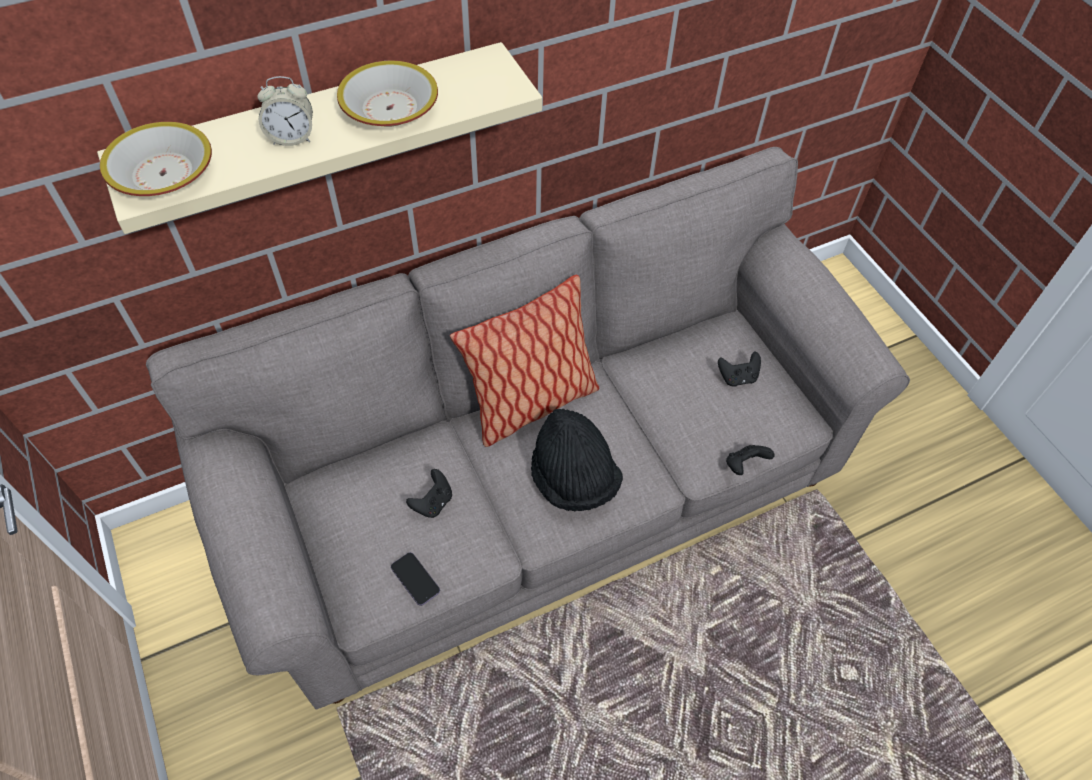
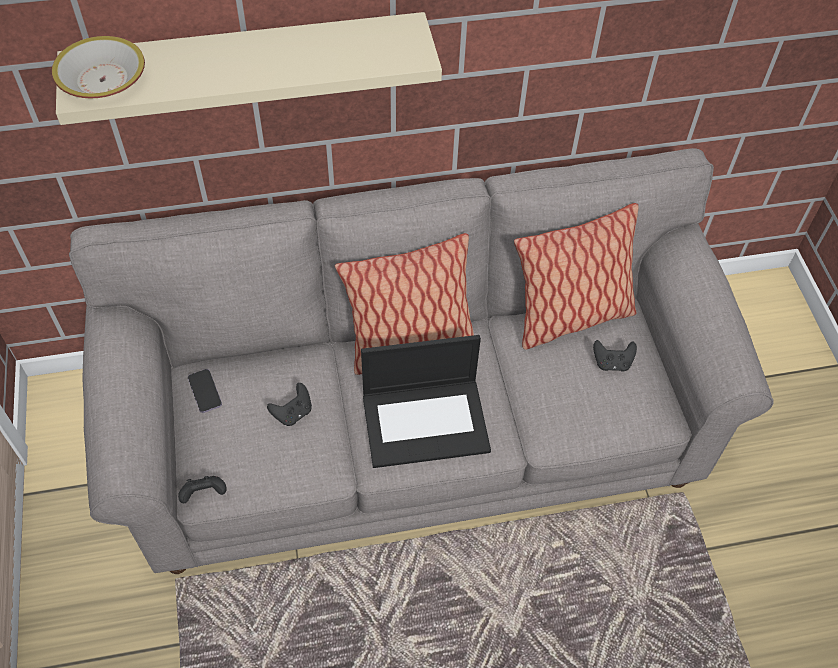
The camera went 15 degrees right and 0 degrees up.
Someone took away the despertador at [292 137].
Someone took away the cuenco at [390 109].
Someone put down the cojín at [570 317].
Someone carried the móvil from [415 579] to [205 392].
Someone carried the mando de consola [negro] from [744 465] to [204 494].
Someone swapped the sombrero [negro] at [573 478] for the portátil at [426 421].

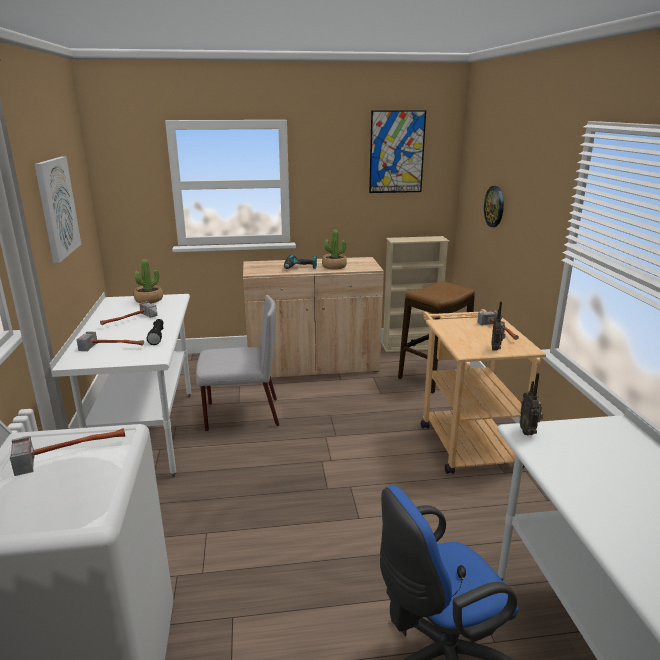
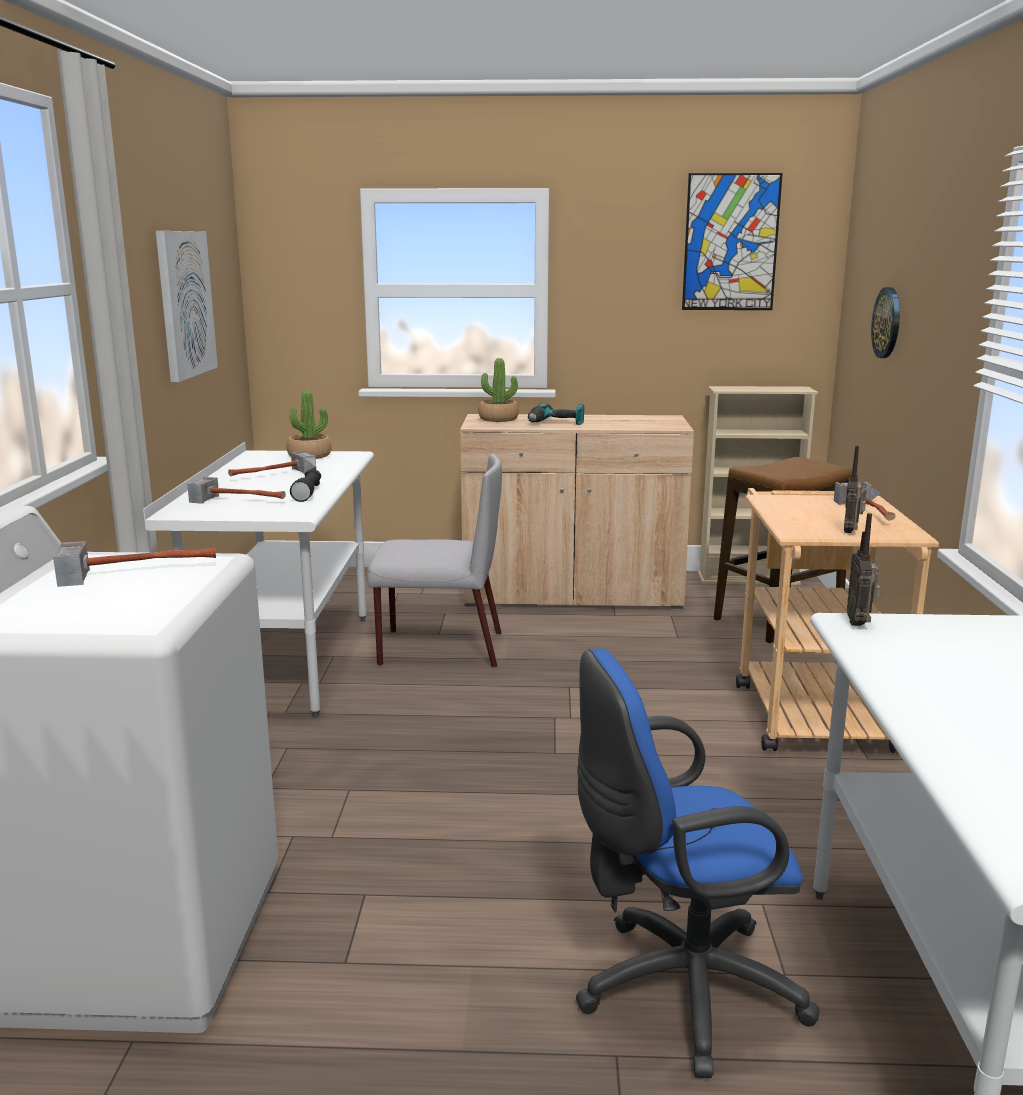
The camera went 10 degrees right and 5 degrees down.
Someone carried the planta en maceta from [334 266] to [498 419].

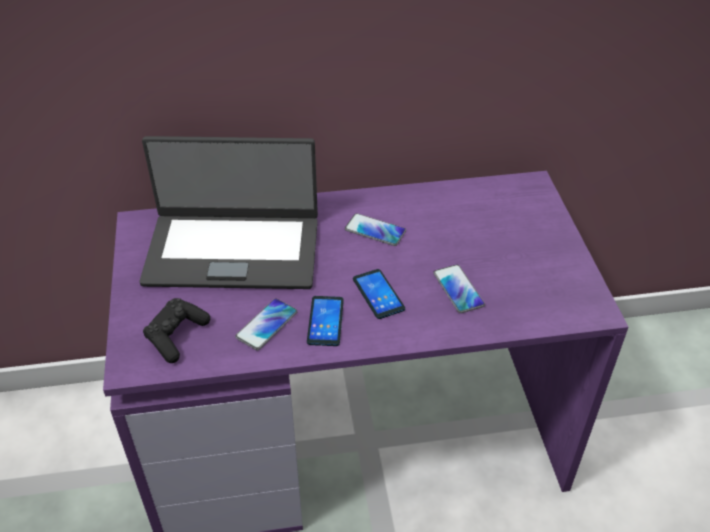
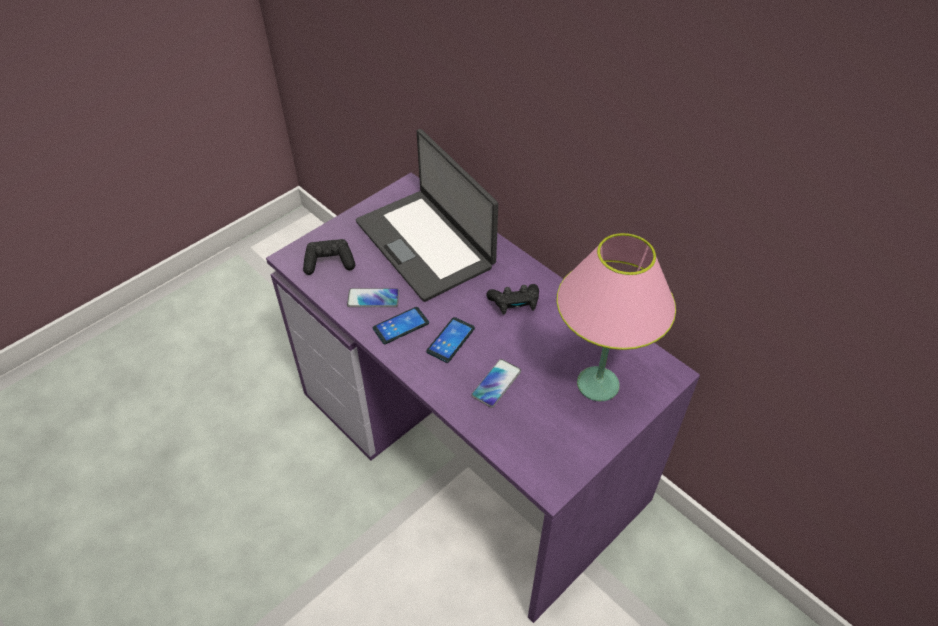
The camera went 55 degrees right and 5 degrees up.
Someone put down the lámpara de mesa [rosa] at [598 384].
Someone swapped the móvil at [375 230] for the mando de consola [negro] at [514 304].

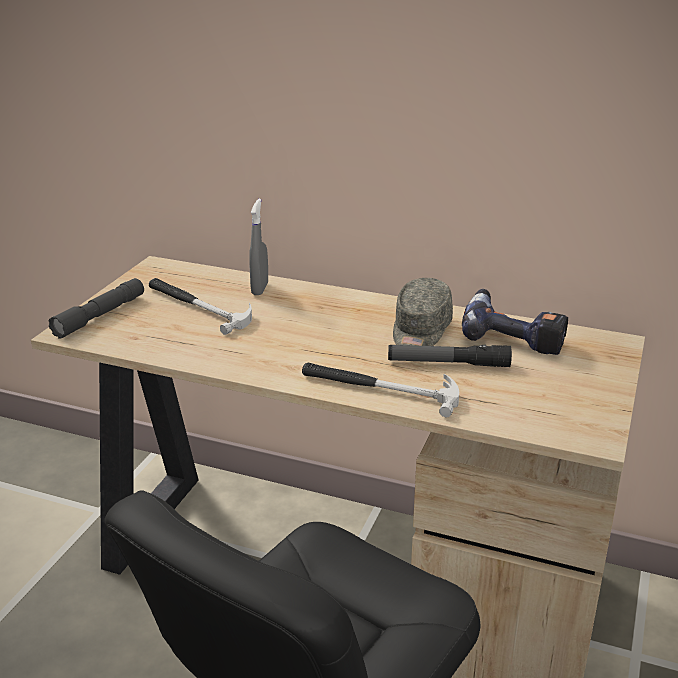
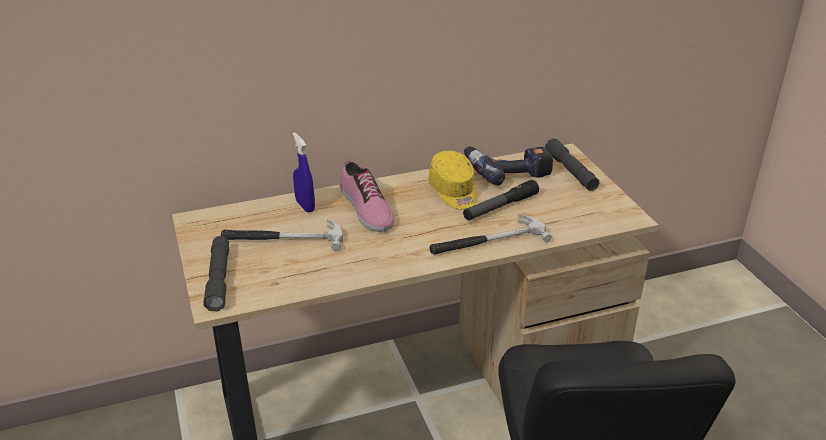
The camera went 40 degrees left and 5 degrees up.
Someone put down the zapato at [365 208].
Someone put down the linterna [gris] at [570 171].
Someone repainted the pulverizador [gris] at [260 289], which became the pulverizador [azul] at [305 206].
Someone repainted the gorra [gris] at [420 331], which became the gorra [amarillo] at [454 192].

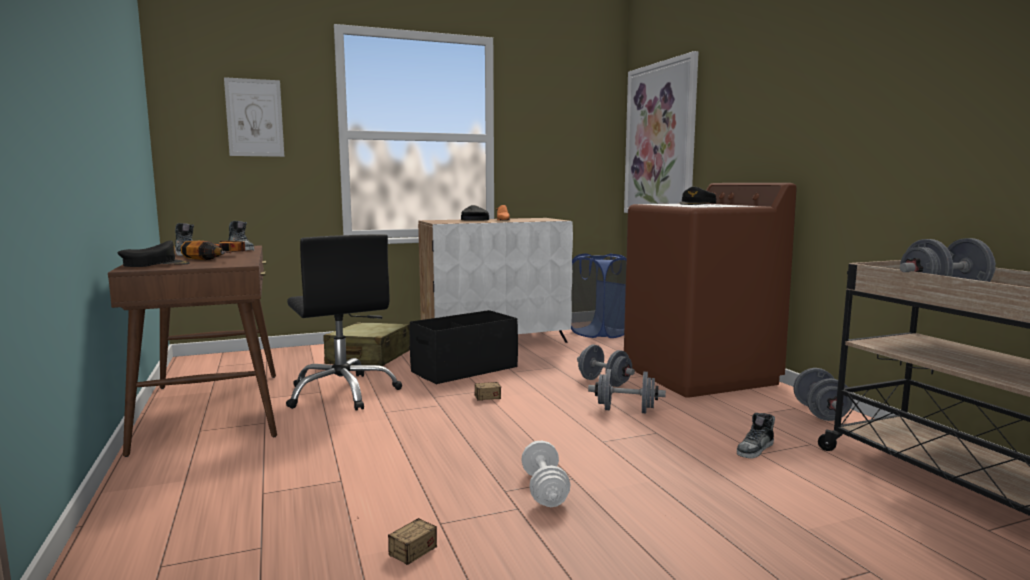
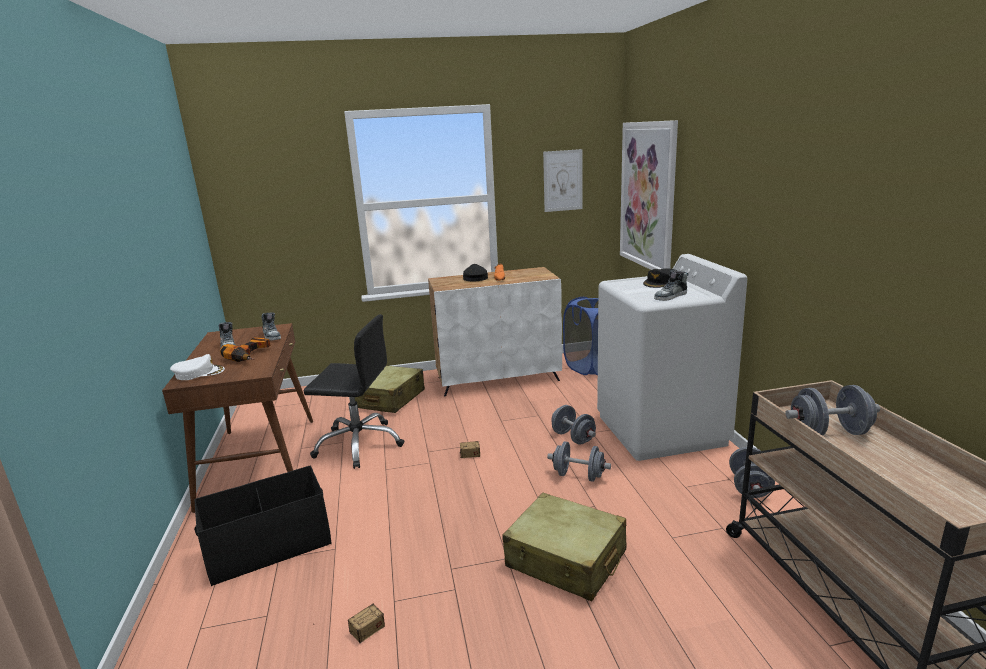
The camera went 10 degrees right and 10 degrees up.
Someone took away the mancuerna [blanco] at [544 490].
Someone put down the maleta [beis] at [566 559].
Someone carried the cuadro from [254 118] to [563 180].
Someone carried the caja de almacenaje [negro] from [464 369] to [269 546].
Someone carried the zapato from [755 449] to [670 296].
Someone repainted the gorra [negro] at [155 264], which became the gorra [blanco] at [199 373].
Someone repainted the lavadora [marrón] at [699 375], which became the lavadora [blanco] at [661 430].
Someone rotated the silla de oficina [negro] at [343 393] by 60 degrees counterclockwise.

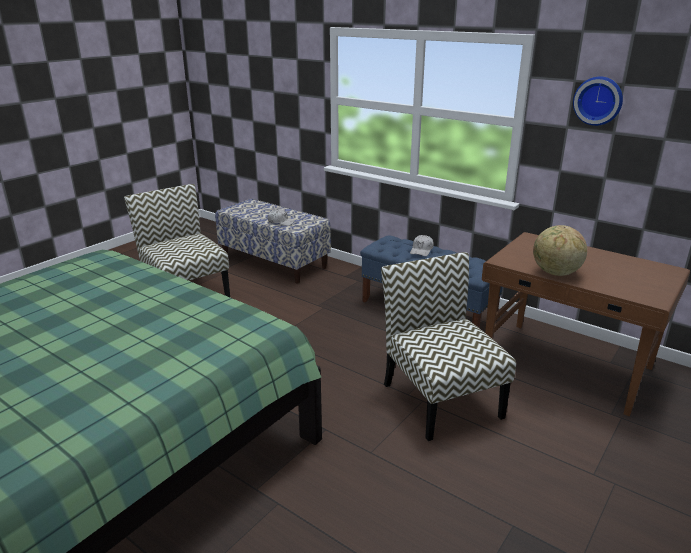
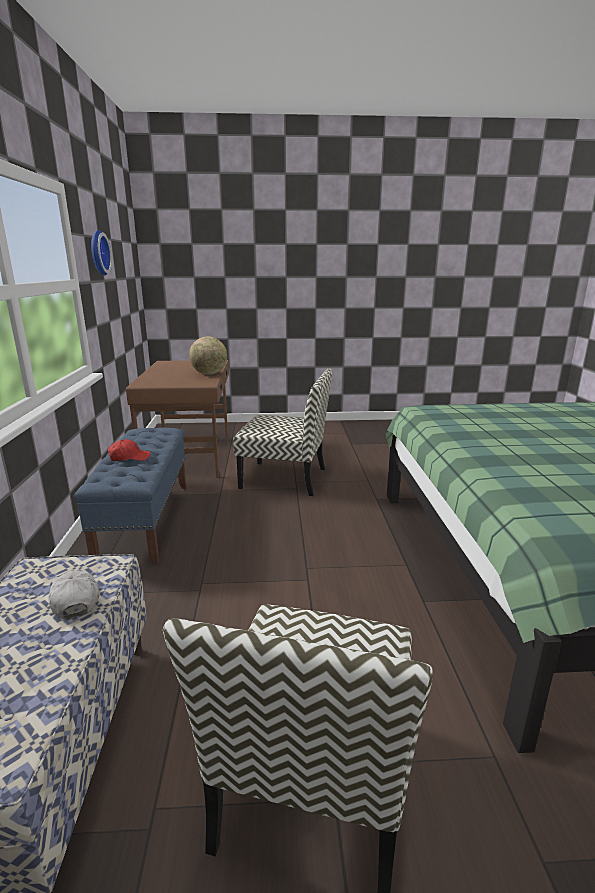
The camera went 130 degrees left and 5 degrees down.
Someone repainted the gorra [blanco] at [421 250], which became the gorra [rojo] at [129 457].
Someone rotated the silla at [440 399] by 105 degrees counterclockwise.

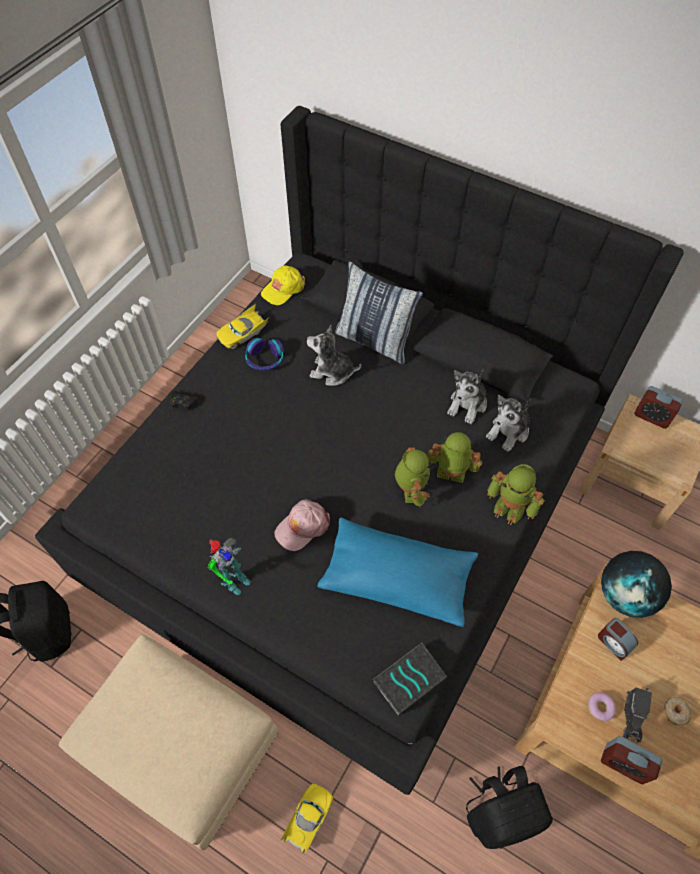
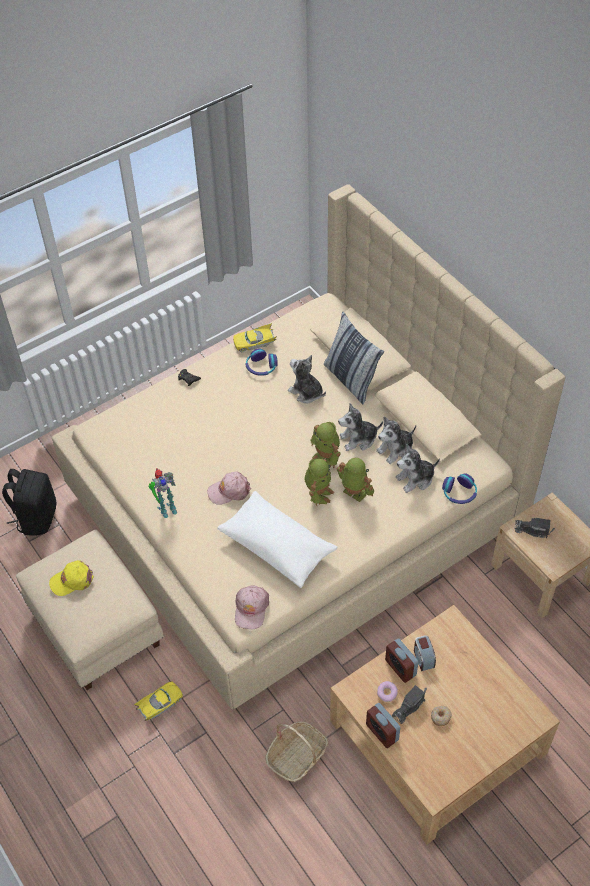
The camera went 25 degrees right and 5 degrees down.
Someone took away the globo terráqueo at [625 595].
Someone put down the peluche at [358 439].
Someone put down the auriculares at [459 493].
Someone put down the camión de juguete at [533 530].
Someone carried the gorra [amarillo] from [283 289] to [72 580].
Someone carried the robot de juguete from [511 506] to [326 458].
Someone carried the despertador from [652 417] to [400 667].
Someone swapped the libro at [409 678] for the gorra [rosa] at [251 609].
Someone swapped the mochila [negro] at [500 812] for the cesta at [297 756].
Someone repainted the cama [negro] at [351 503], which became the cama [beis] at [297 508].
Someone repainted the cojín [azul] at [397 578], which became the cojín [blanco] at [277 546].

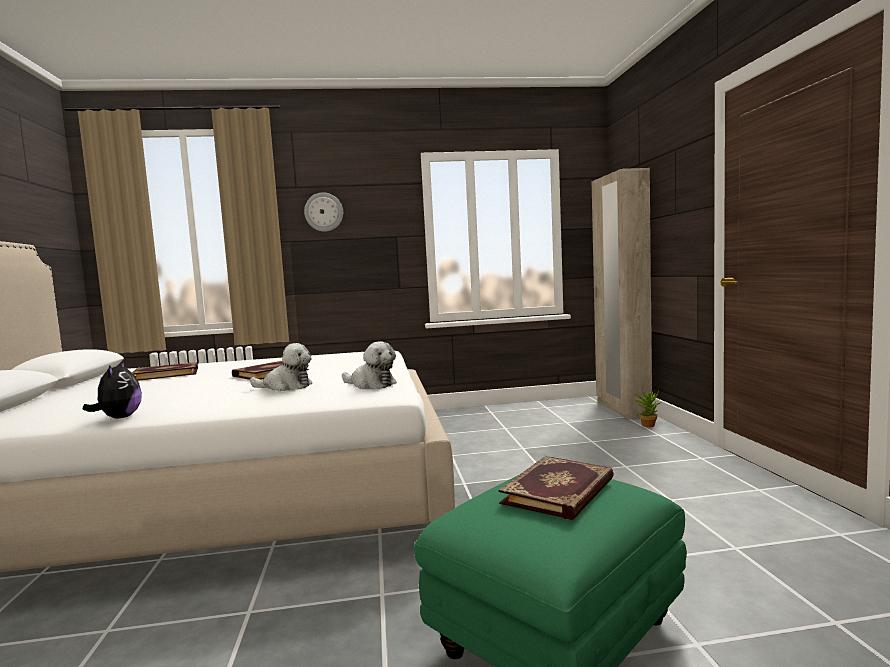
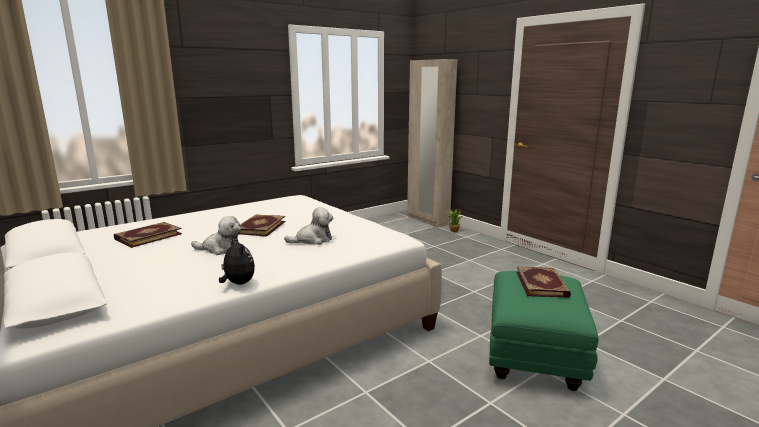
The camera went 30 degrees left and 10 degrees up.
Someone took away the reloj de pared at [324 212].
Someone carried the peluche from [371 384] to [221 249].

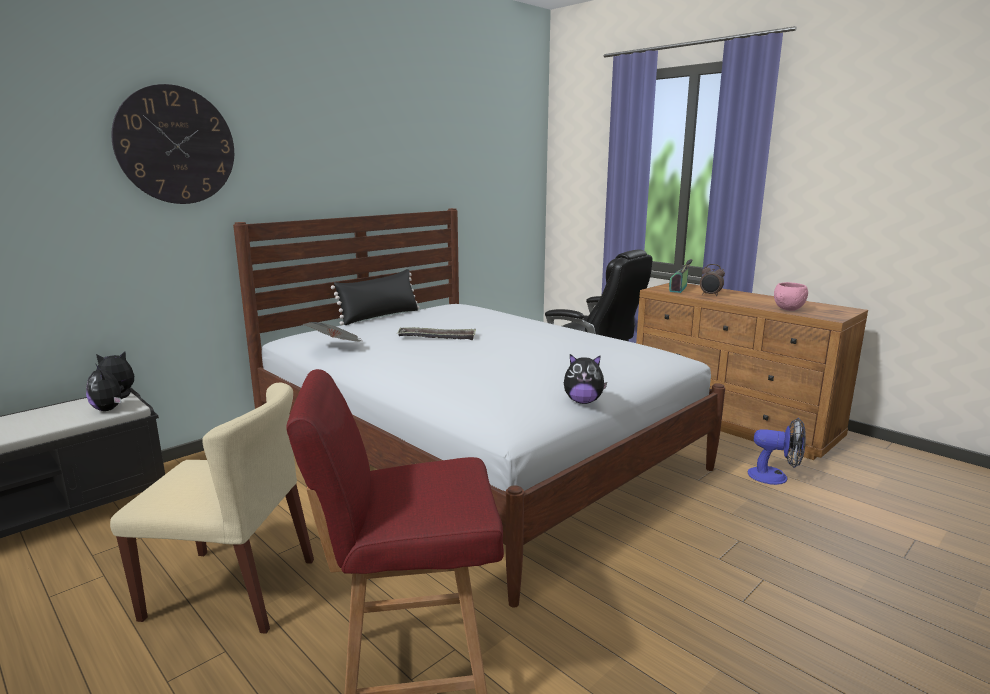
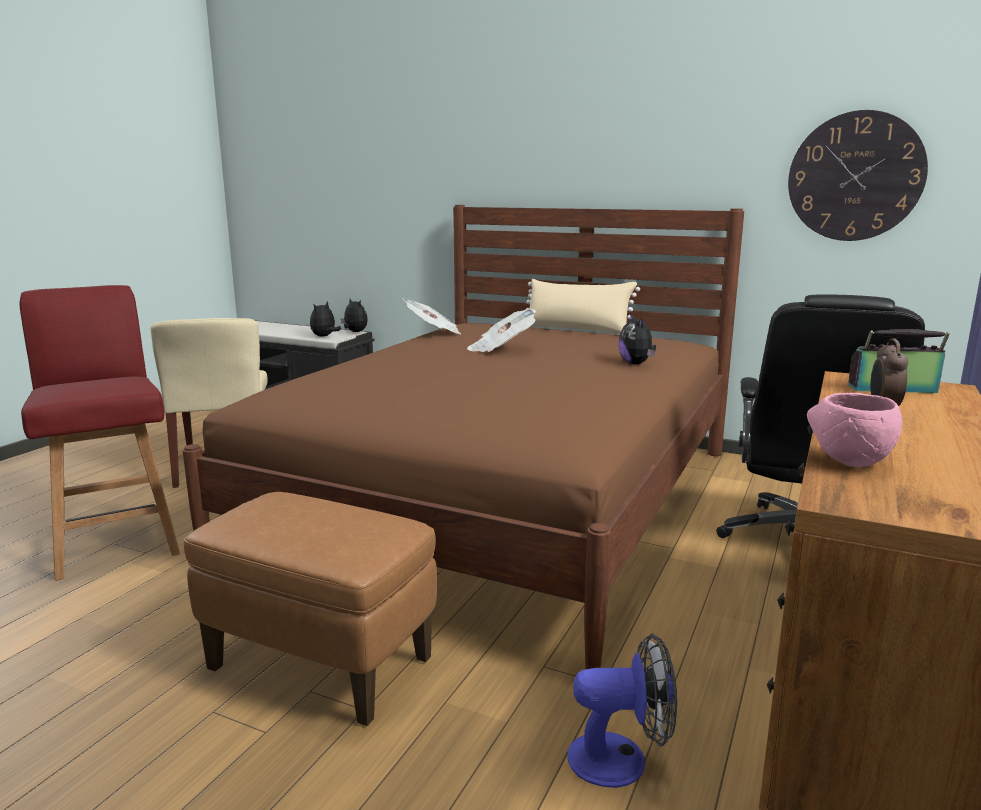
The camera went 70 degrees right and 0 degrees up.
Someone put down the puf [marrón] at [321 664].
Someone carried the reloj de pared from [176 145] to [855 176].
Someone carried the peluche from [583 401] to [636 363].
Someone swapped the bandeja at [437 337] for the periódico at [501 349].
Someone repainted the cama [blanco] at [475 452], which became the cama [marrón] at [504 501].
Someone repainted the cojín [negro] at [380 316], which became the cojín [beis] at [577 330].
Someone rotated the ventilador at [775 477] by 90 degrees counterclockwise.

